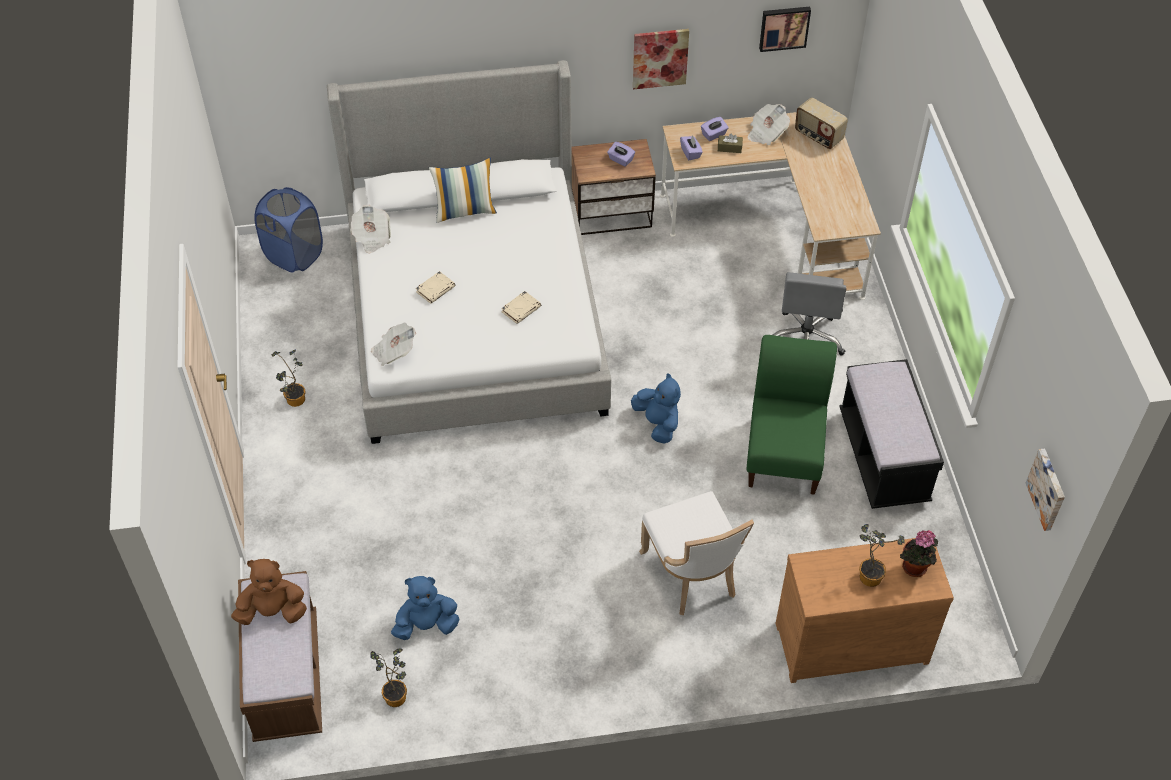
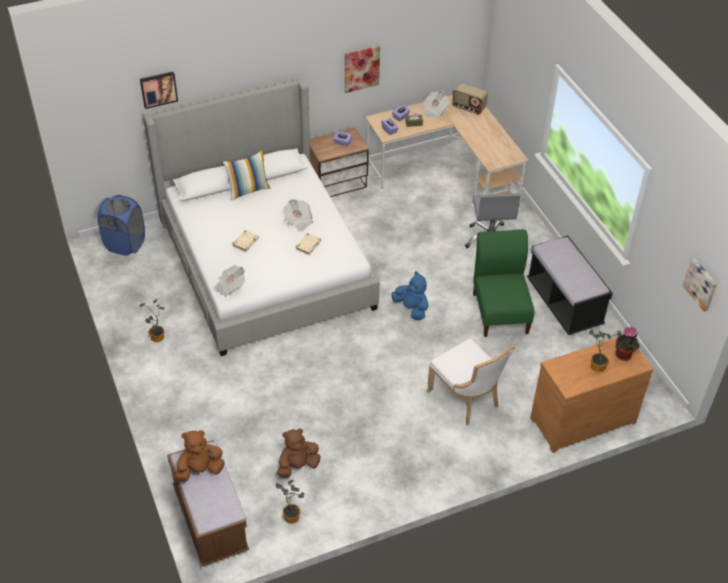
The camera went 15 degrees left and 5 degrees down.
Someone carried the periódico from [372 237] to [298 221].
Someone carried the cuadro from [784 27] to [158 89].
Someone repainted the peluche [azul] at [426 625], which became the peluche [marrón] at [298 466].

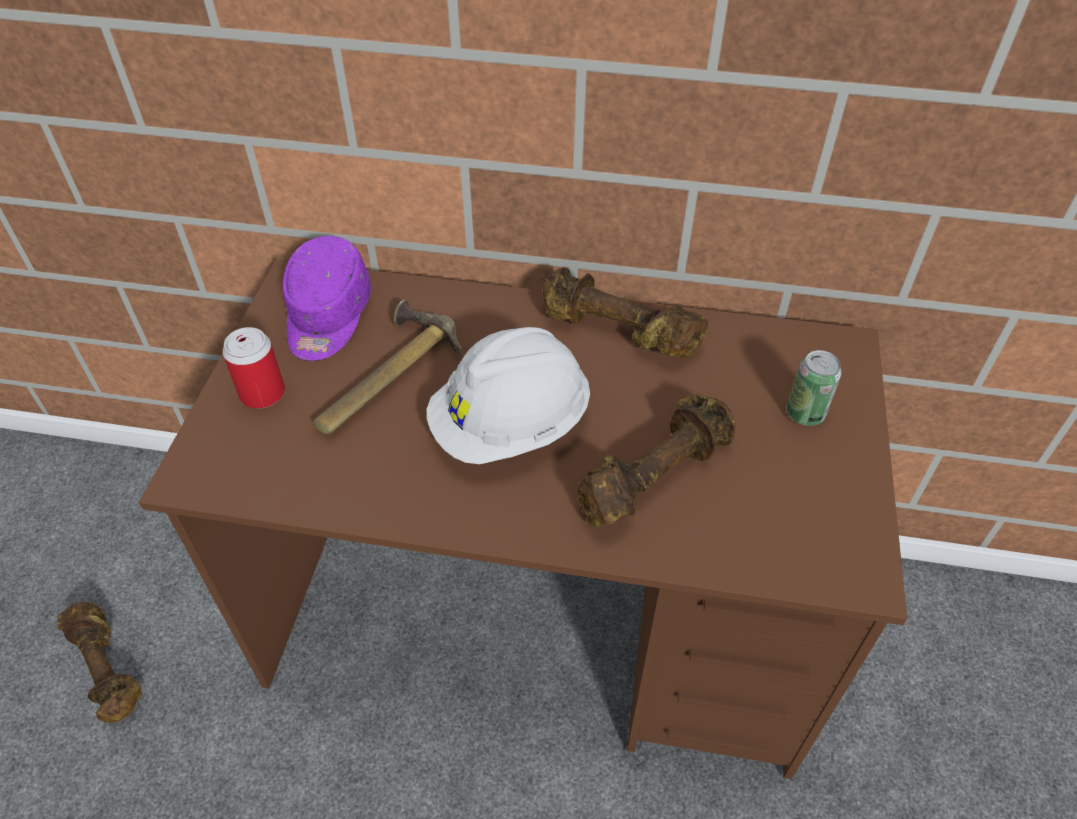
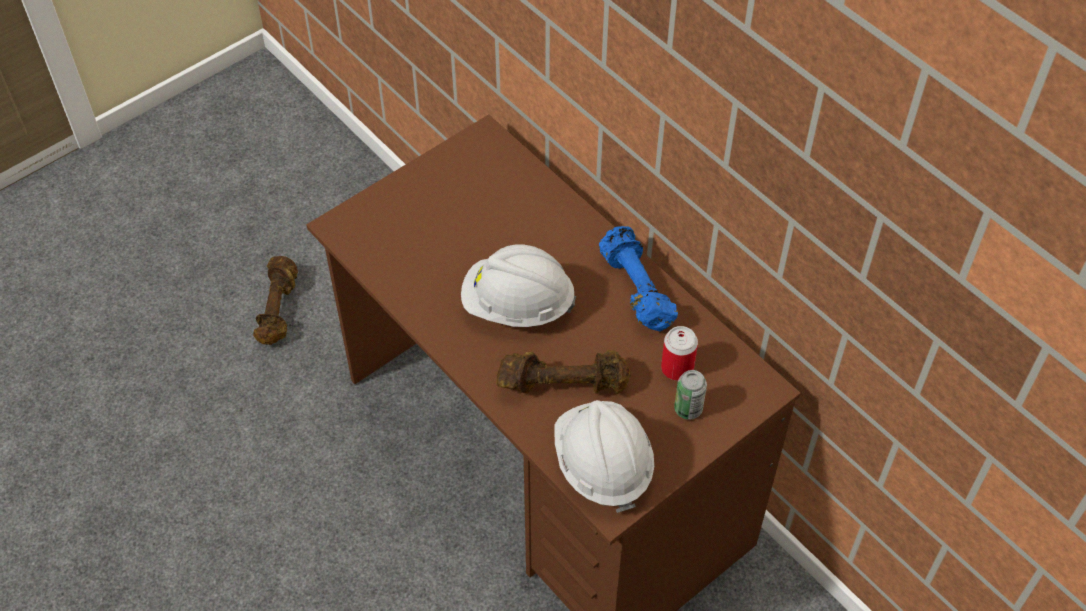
The camera went 40 degrees right and 5 degrees up.
Someone took away the gorra [morado] at [327 317].
Someone took away the martillo at [383 376].
Someone put down the casco [blanco] at [602 465].
Someone carried the lata from [262 393] to [677 368].
Someone repainted the mancuerna [marrón] at [617 333], which became the mancuerna [azul] at [635 289].

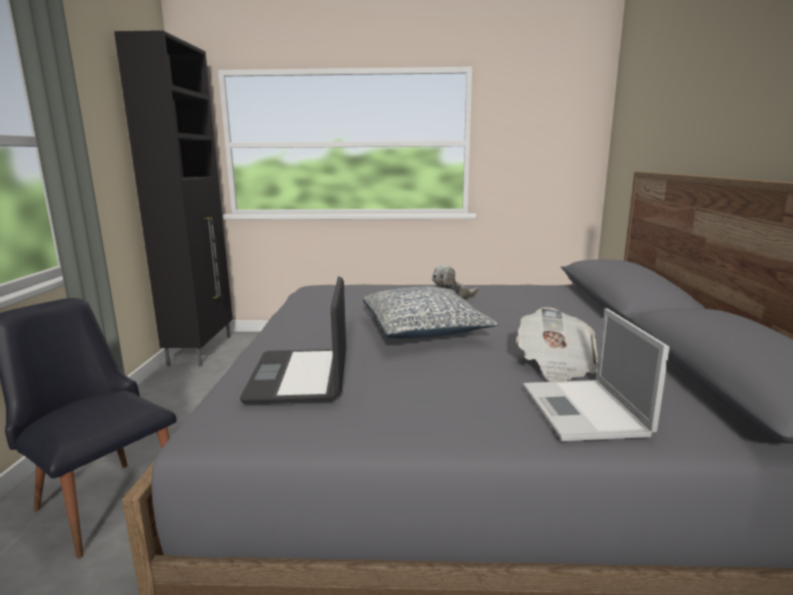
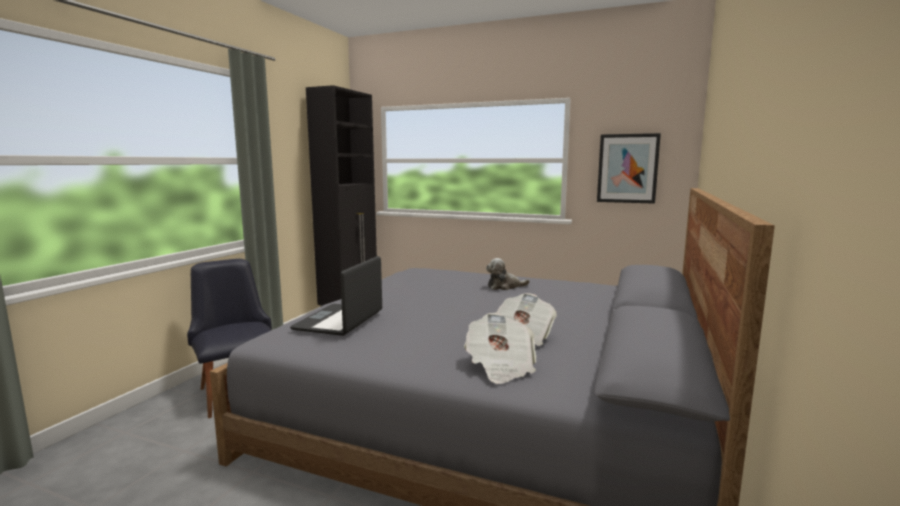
The camera went 20 degrees right and 5 degrees down.
Someone took away the cojín at [424 329].
Someone put up the cuadro at [627 168].
Someone swapped the portátil at [585 411] for the periódico at [500 366].

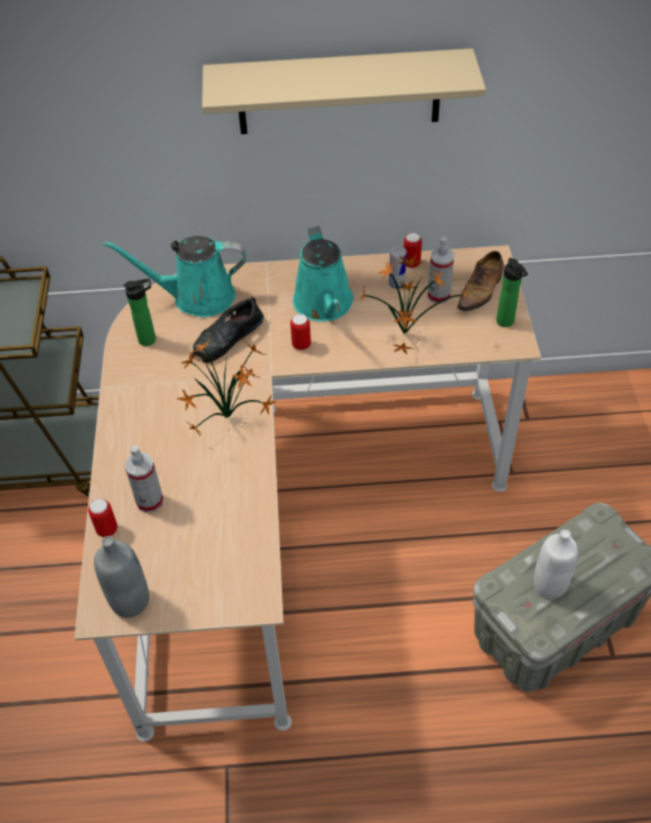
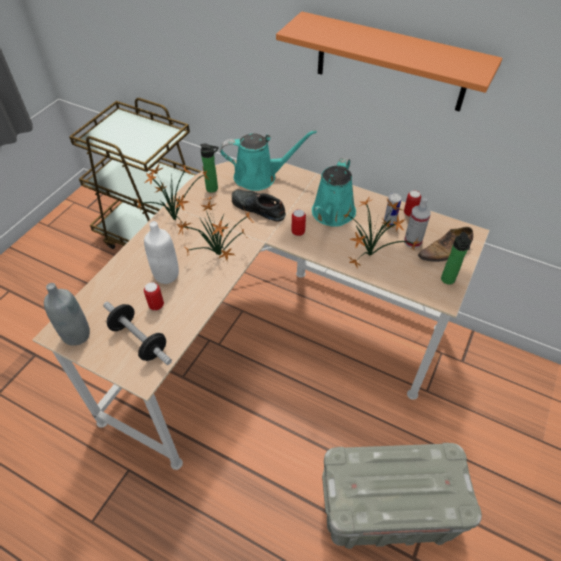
The camera went 30 degrees right and 0 degrees up.
Someone took away the pulverizador at [149 501].
Someone put down the mancuerna at [139 340].
Someone put down the planta en maceta at [174 219].
Someone carried the lata from [107 529] to [156 305].
Someone carried the botella [blanco] from [549 585] to [166 275].
Someone repainted the estante [beis] at [339 92], which became the estante [naranja] at [390 63].
Someone rotated the regadera [turquesa] at [197 297] by 150 degrees clockwise.
Someone rotated the zapato [negro] at [227 338] by 45 degrees clockwise.

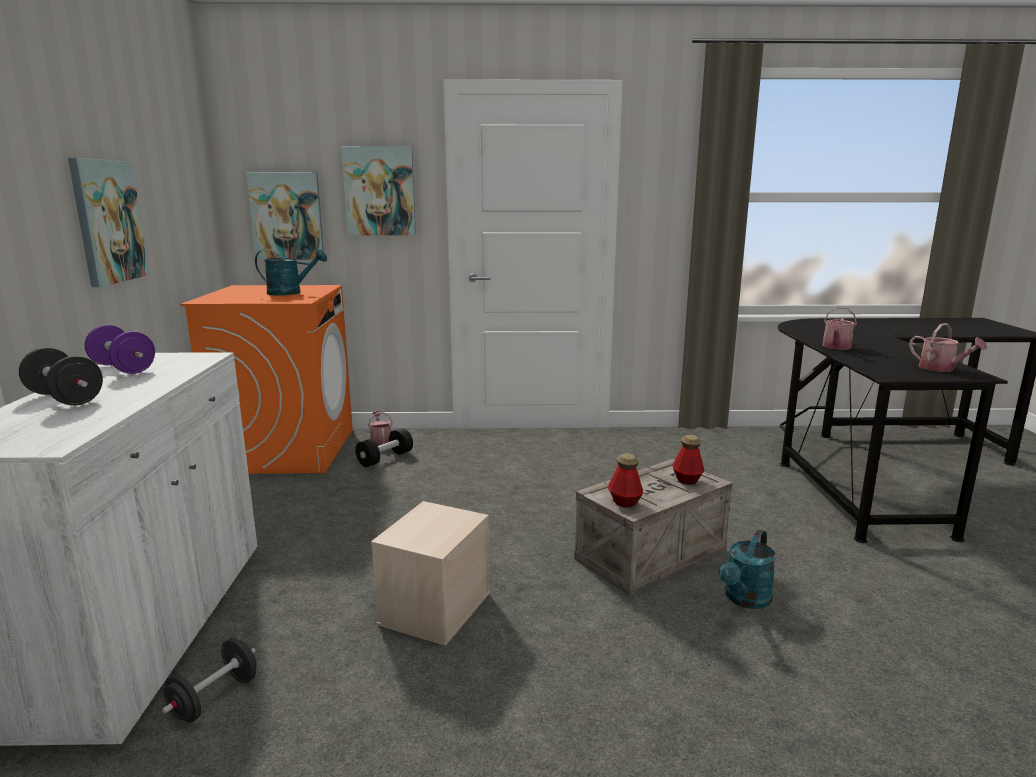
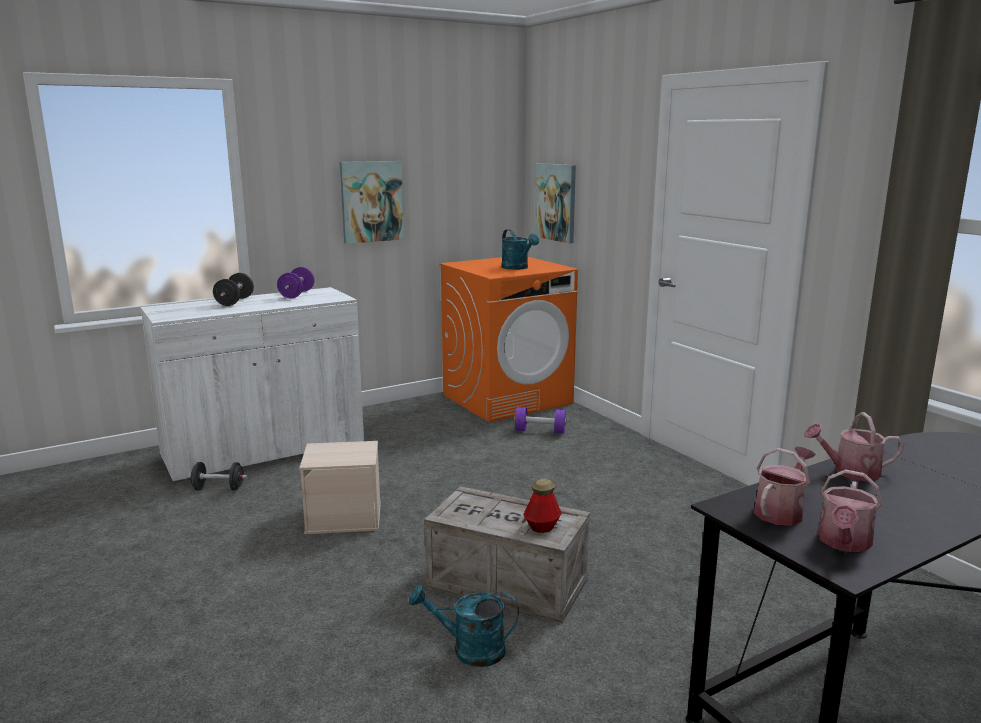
The camera went 60 degrees right and 0 degrees up.
Someone took away the cuadro at [379 191].
Someone took away the botella at [624 502].
Someone carried the regadera from [381 441] to [781 511].
Someone repainted the mancuerna [negro] at [385 458], which became the mancuerna [morado] at [540 431].

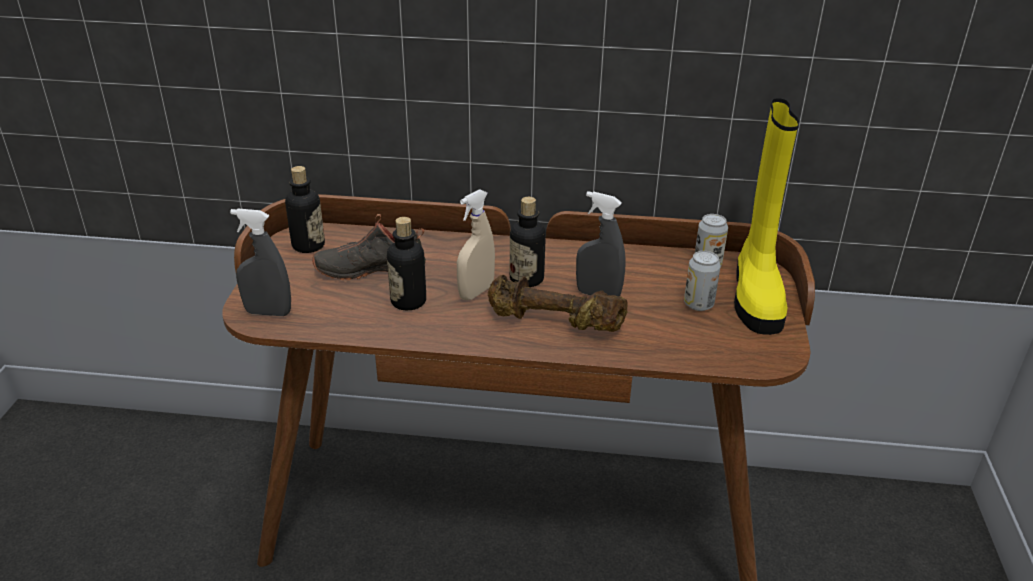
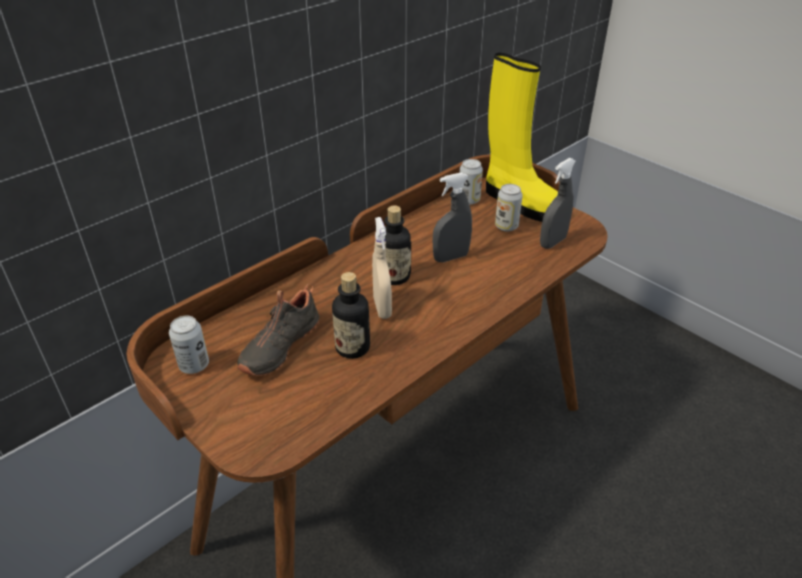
The camera went 50 degrees left and 5 degrees up.
Someone took away the mancuerna [marrón] at [554 322].
Someone carried the pulverizador [gris] from [268 312] to [552 242].
Someone swapped the botella at [308 245] for the lata at [194 365].

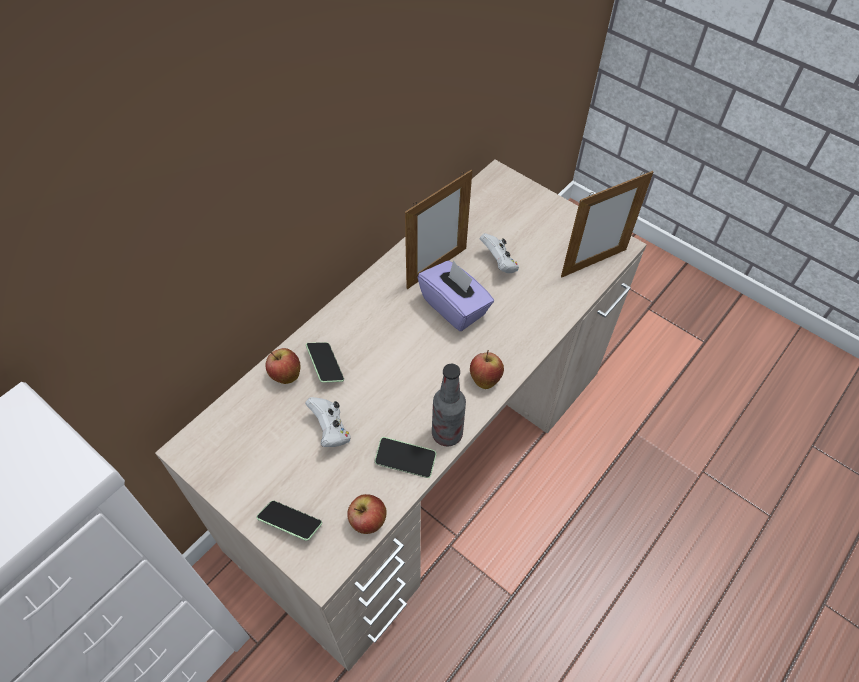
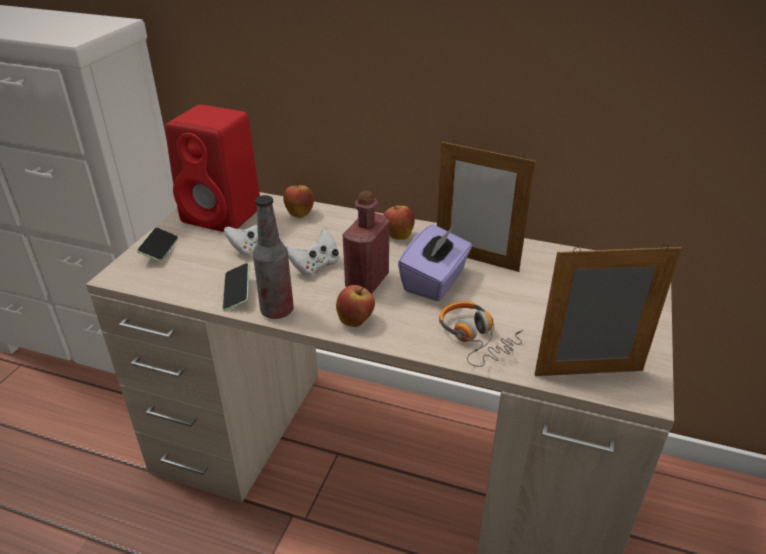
The camera went 70 degrees right and 20 degrees down.
Someone took away the móvil at [325 366].
Someone put down the altavoz [rojo] at [224 215].
Someone put down the botella [rojo] at [367 281].
Someone put down the auriculares at [475 339].
Someone carried the manzana from [368 521] to [398 235].
Someone carried the mando de consola [blanco] from [499 263] to [315 266].
Someone rotated the portarretratos at [593 263] by 135 degrees clockwise.

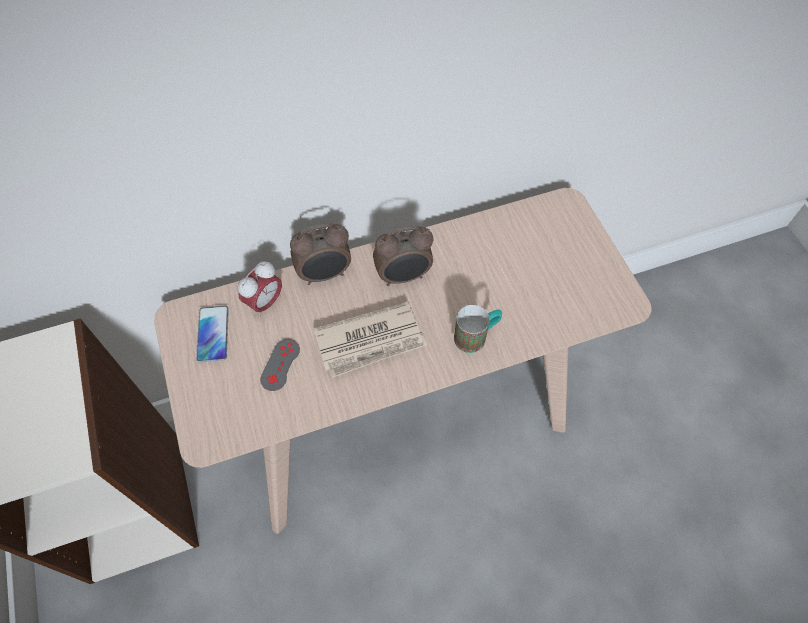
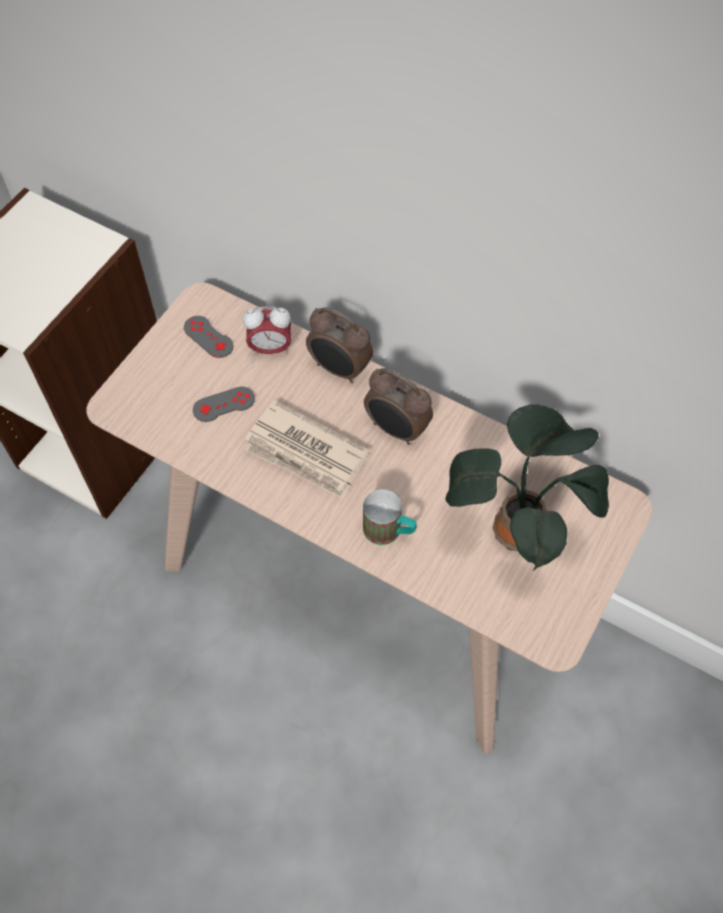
The camera went 50 degrees right and 0 degrees up.
Someone put down the planta en maceta at [519 529].
Someone swapped the móvil at [213 334] for the mando de consola [gris] at [208 337].

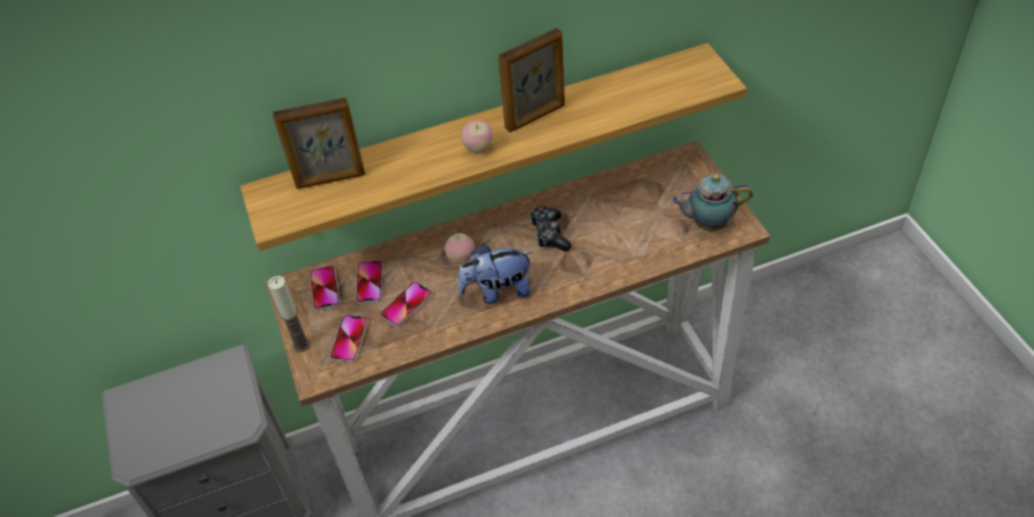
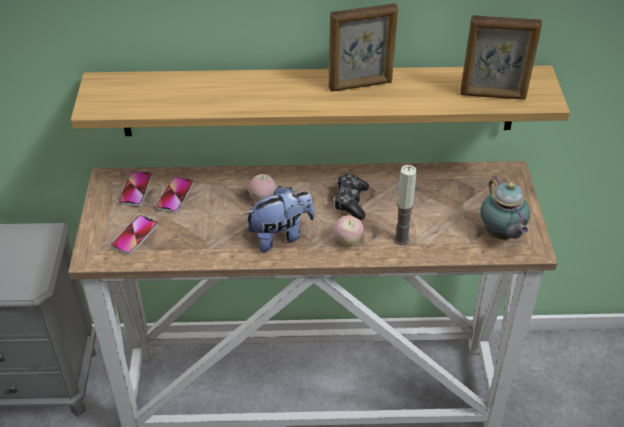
The camera went 15 degrees right and 5 degrees down.
Someone took away the móvil at [406 305].
Someone carried the vela from [301 344] to [401 239].
Someone carried the portarretratos from [331 180] to [493 95].
Someone carried the manzana from [479 149] to [348 241].
Someone rotated the peluche at [498 291] by 150 degrees clockwise.
Someone rotated the tetera at [707 224] by 120 degrees counterclockwise.

